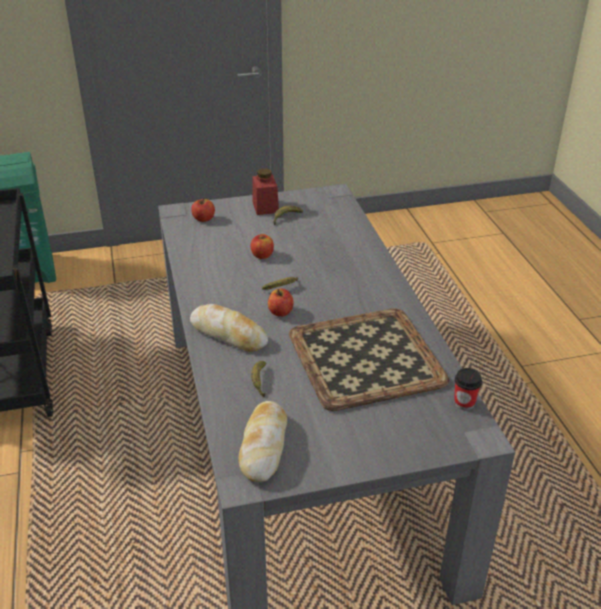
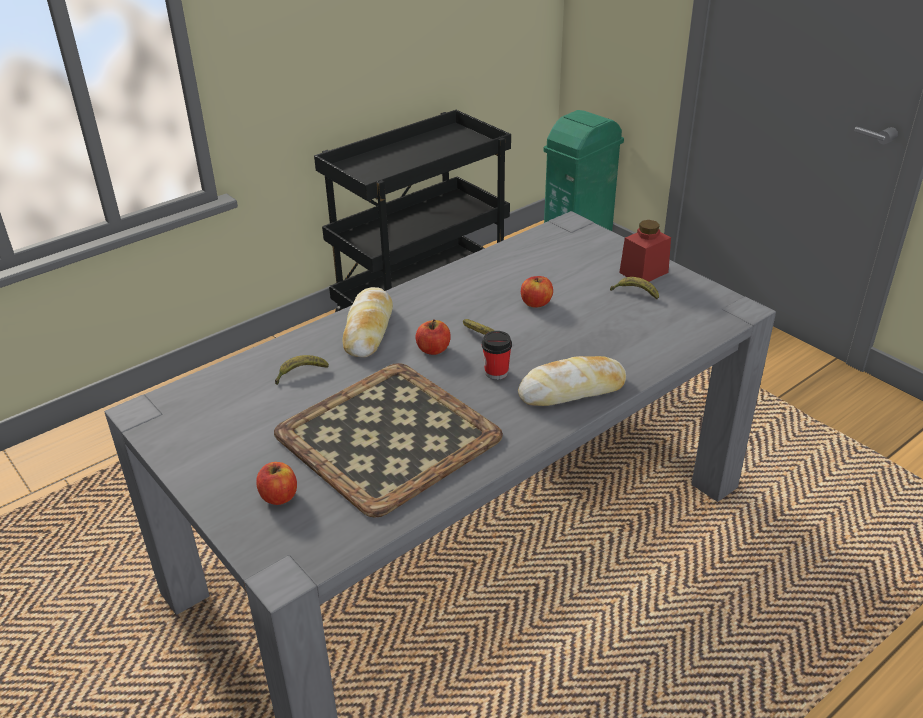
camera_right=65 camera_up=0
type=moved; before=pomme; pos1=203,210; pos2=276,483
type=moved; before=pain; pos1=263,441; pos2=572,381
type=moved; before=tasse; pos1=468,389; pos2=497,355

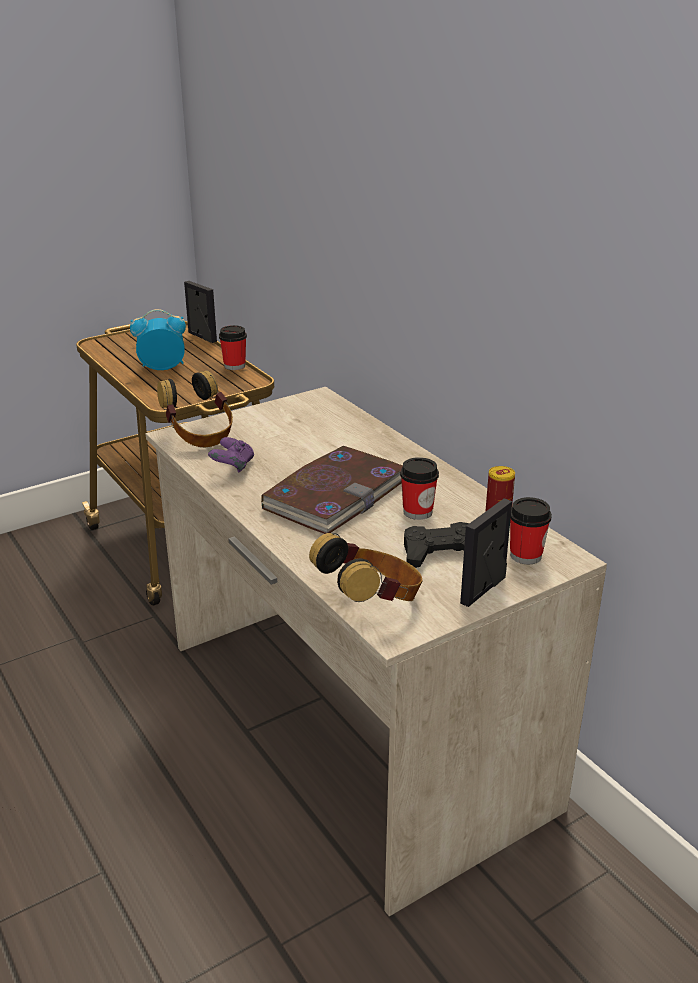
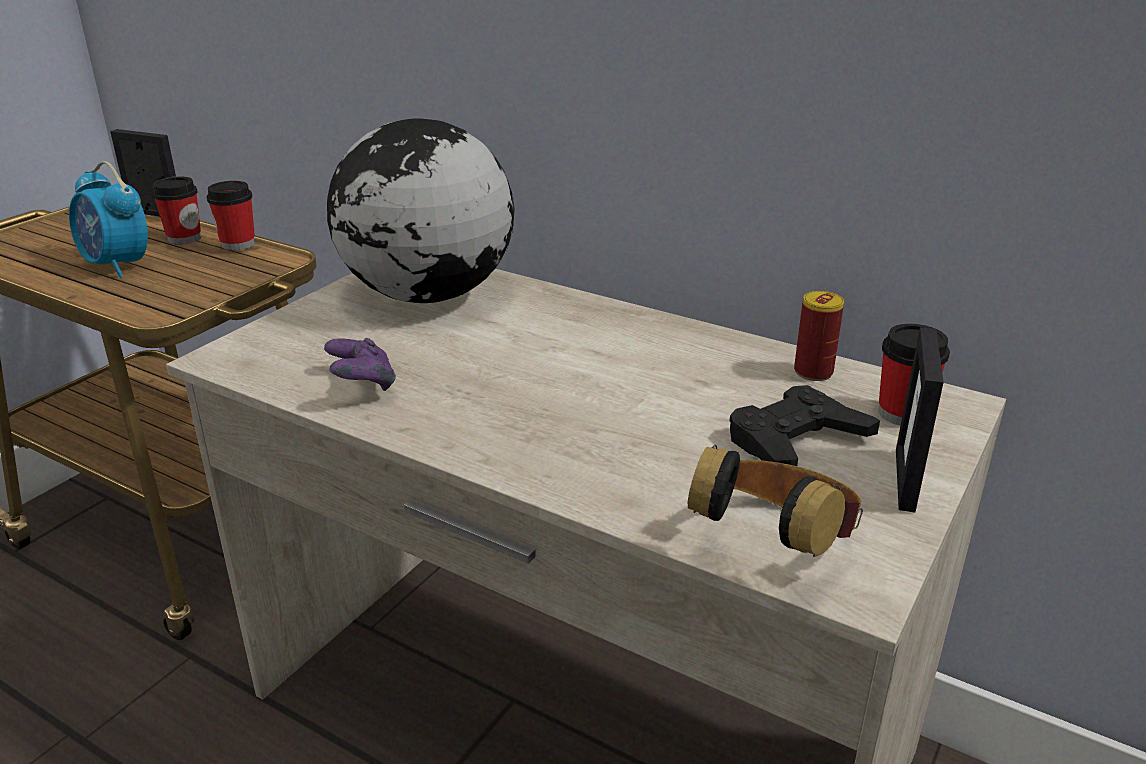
camera_right=-25 camera_up=0
type=removed; before=casque audio; pos1=195,408
type=removed; before=livre; pos1=332,490
type=added; after=globe; pos2=421,210
type=moved; before=tasse; pos1=419,488; pos2=176,210
type=turned; before=réveil; pos1=158,339; pos2=108,219; turn=-105

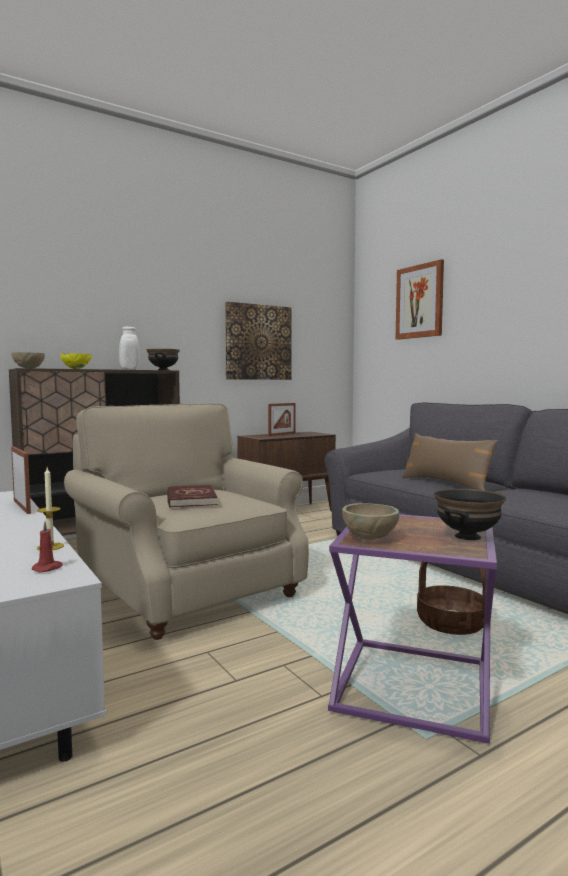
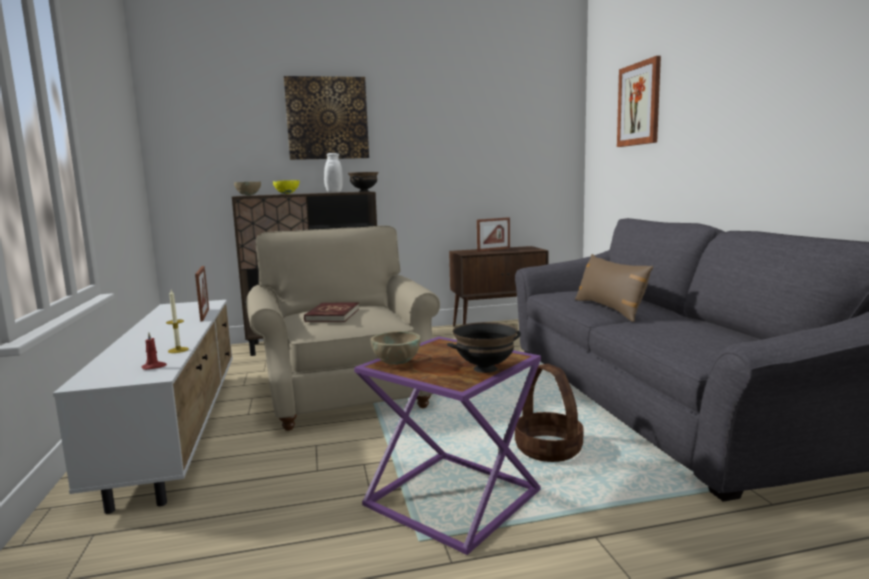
camera_right=20 camera_up=5
type=moved; before=tableau; pos1=258,341; pos2=326,118

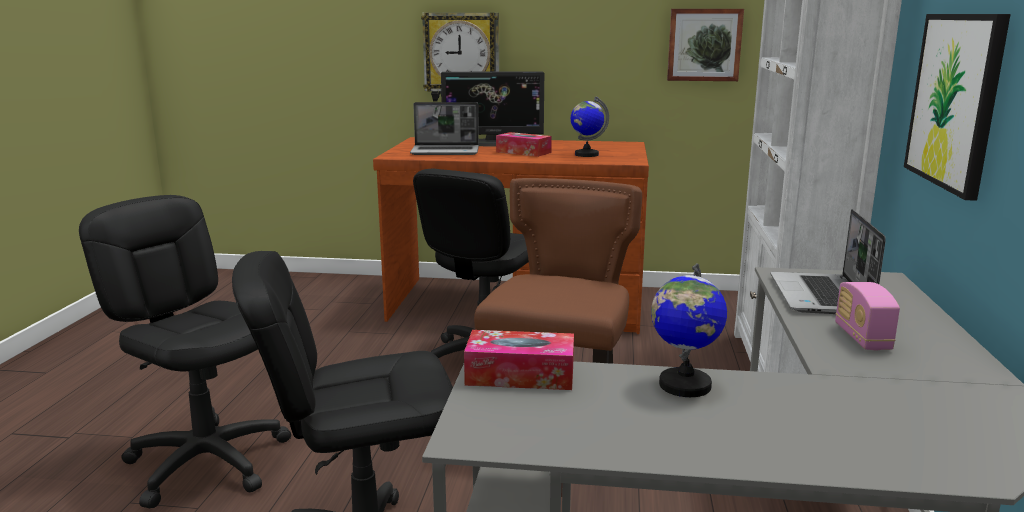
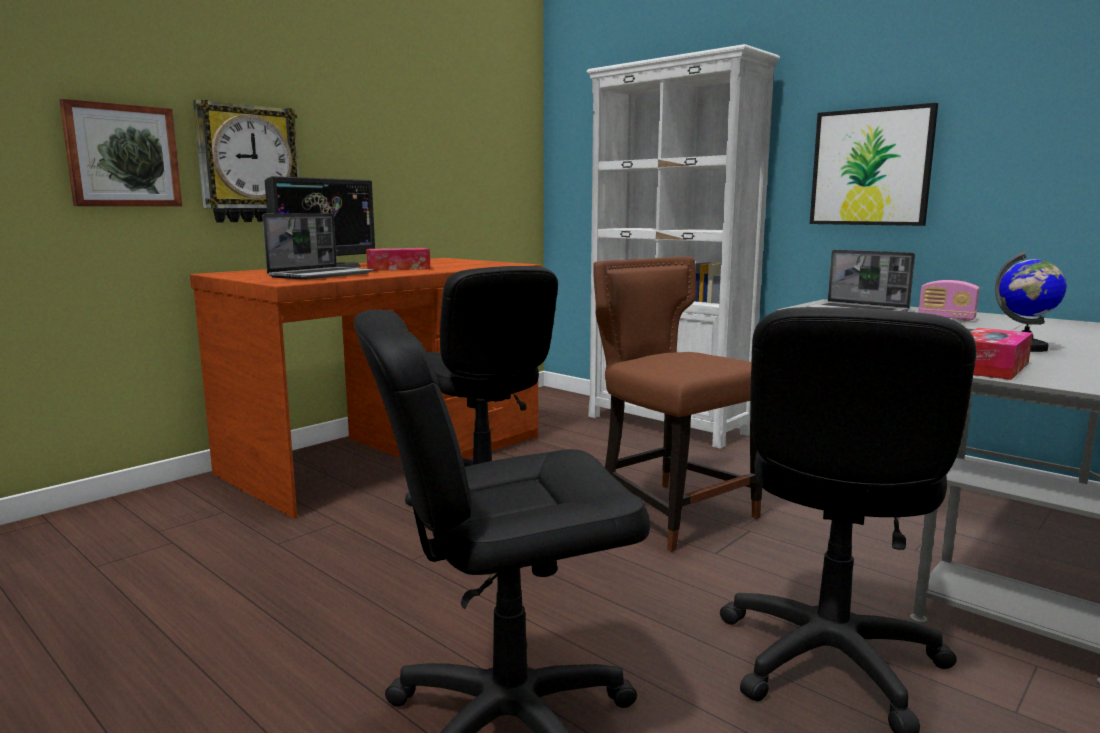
camera_right=-55 camera_up=-5
type=removed; before=globe; pos1=590,127
type=moved; before=tableau; pos1=705,45; pos2=121,152

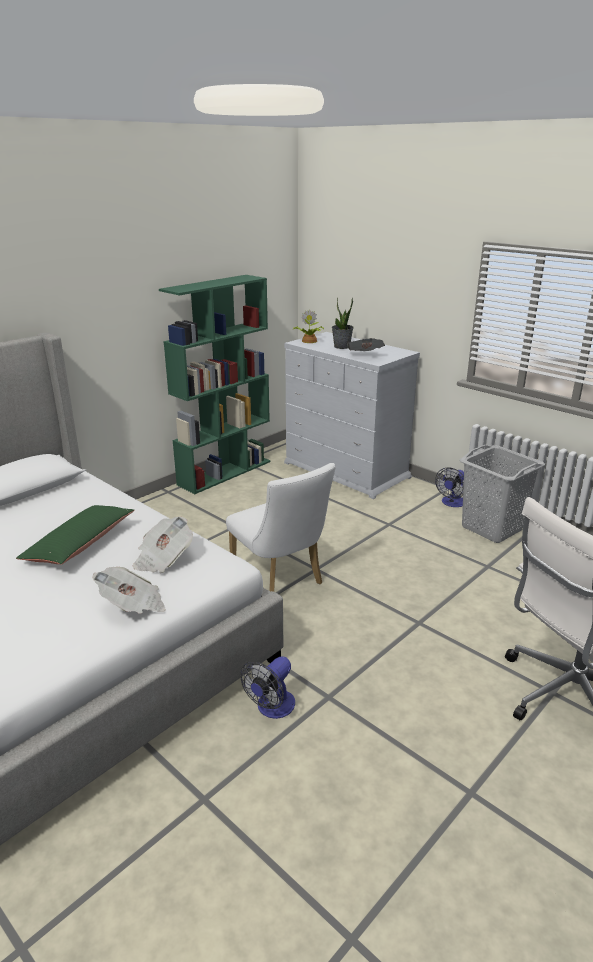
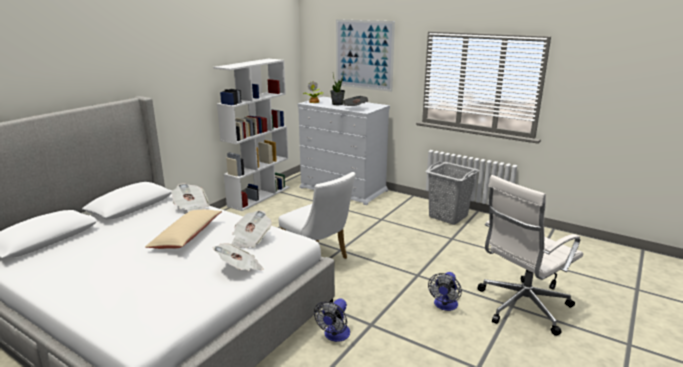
camera_right=-10 camera_up=-5
type=added; after=journal; pos2=190,197
type=added; after=tableau; pos2=365,55
type=moved; before=ventilateur; pos1=449,487; pos2=445,291
type=recoloured; before=coussin (vert); after=coussin (beige); pos1=75,534; pos2=183,229
type=recoloured; before=bibliothèque (vert); after=bibliothèque (blanc); pos1=214,384; pos2=251,135

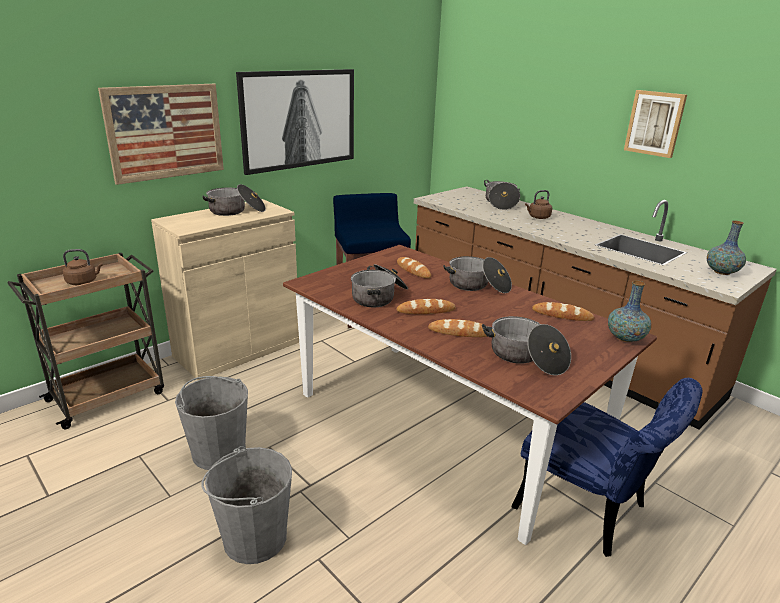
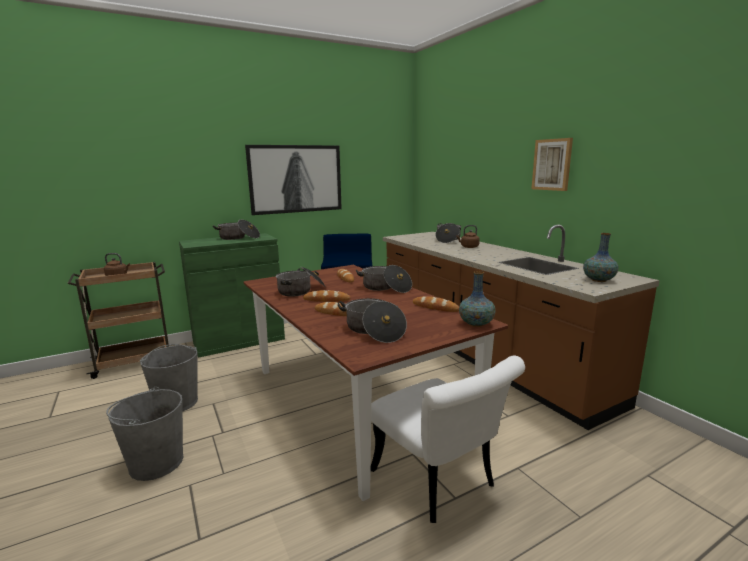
camera_right=15 camera_up=-10
type=removed; before=tableau; pos1=161,134
type=recoloured; before=meuble de rangement (beige); after=meuble de rangement (vert); pos1=225,289; pos2=232,295
type=recoloured; before=chaise (bleu); after=chaise (blanc); pos1=607,467; pos2=448,439

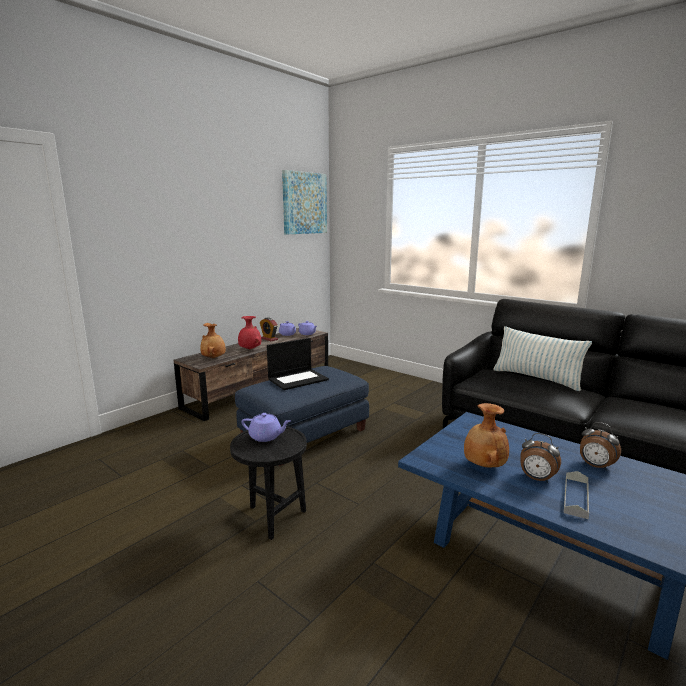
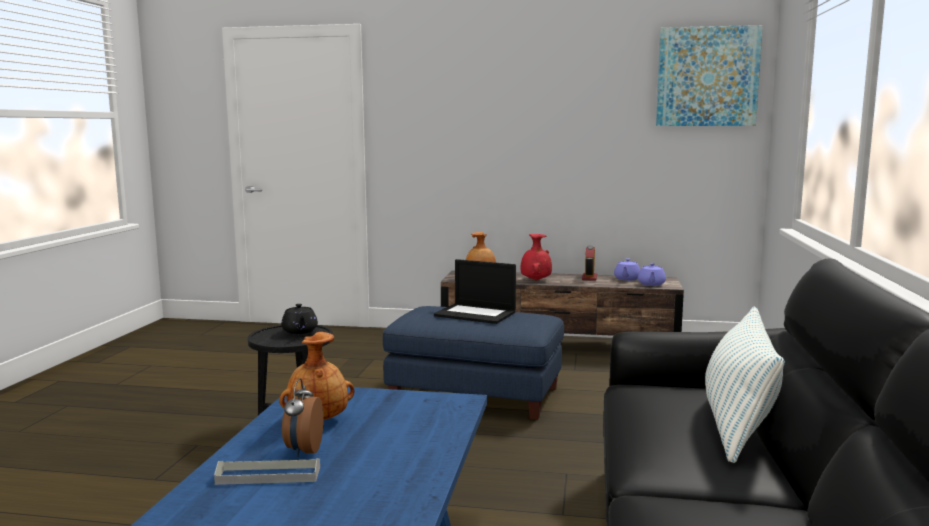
camera_right=60 camera_up=-5
type=removed; before=réveil; pos1=600,446
type=recoloured; before=théière (violet); after=théière (noir); pos1=266,427; pos2=299,319

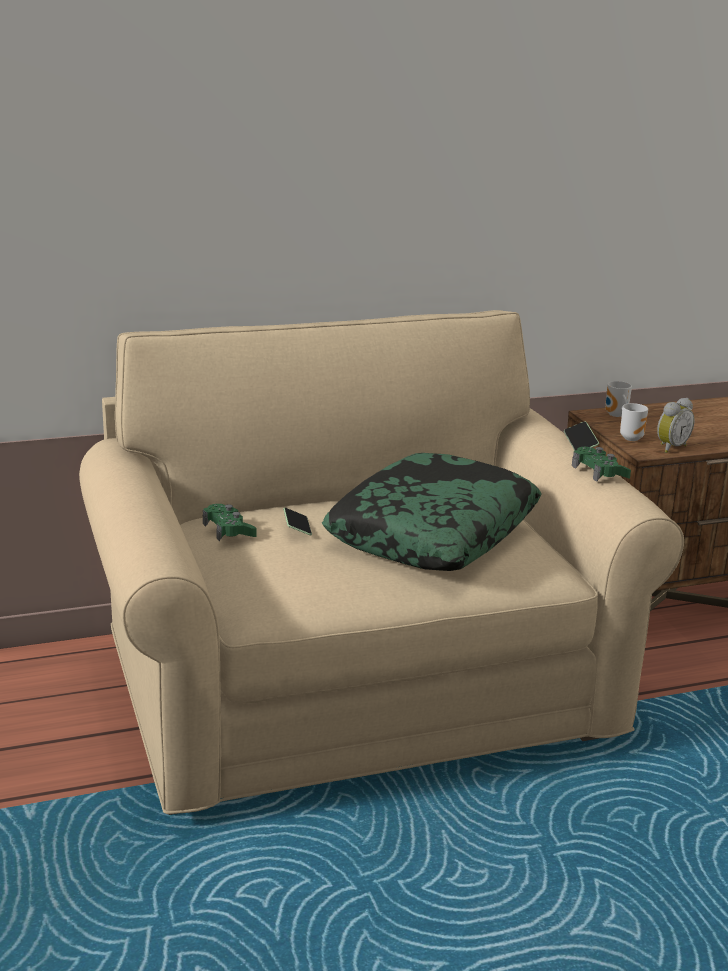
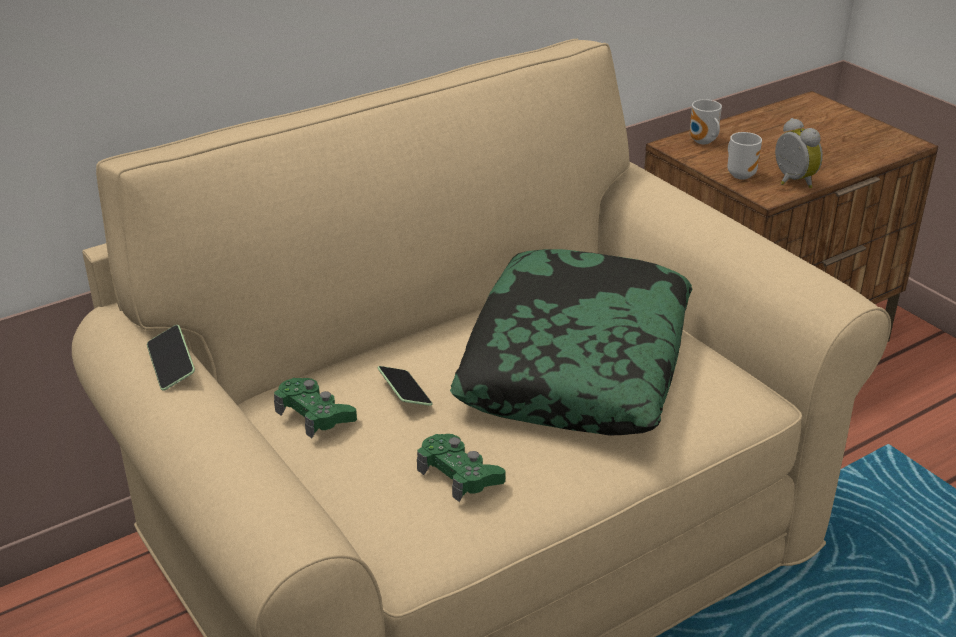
camera_right=-15 camera_up=10
type=moved; before=téléphone; pos1=581,436; pos2=171,358
type=moved; before=manette (vert); pos1=601,464; pos2=461,468
type=turned; before=réveil; pos1=676,425; pos2=799,153; turn=-60

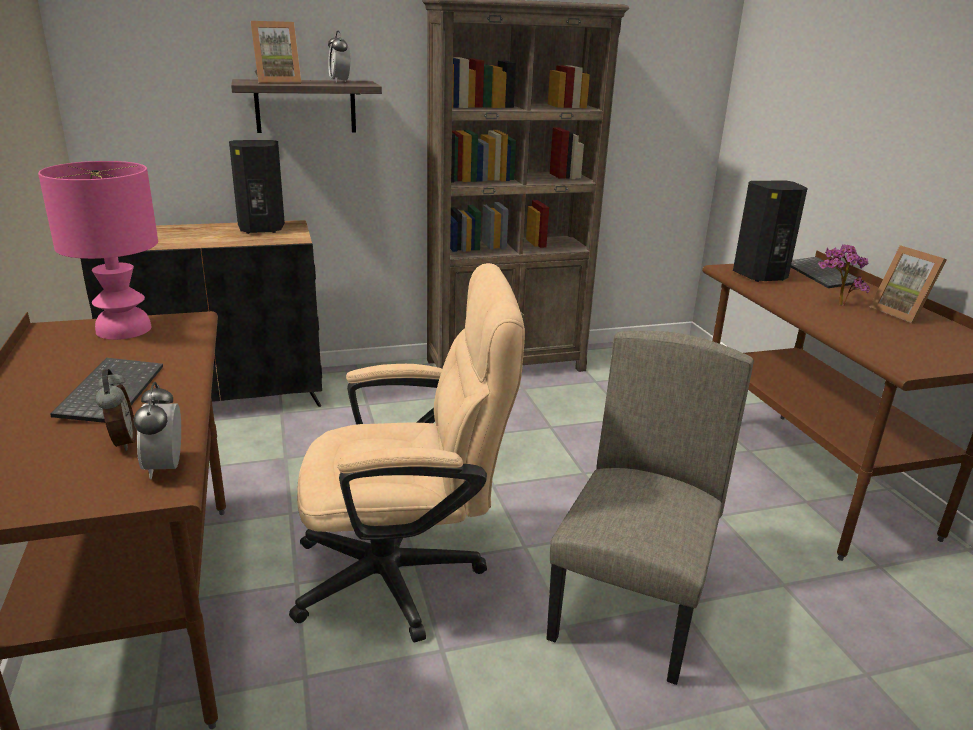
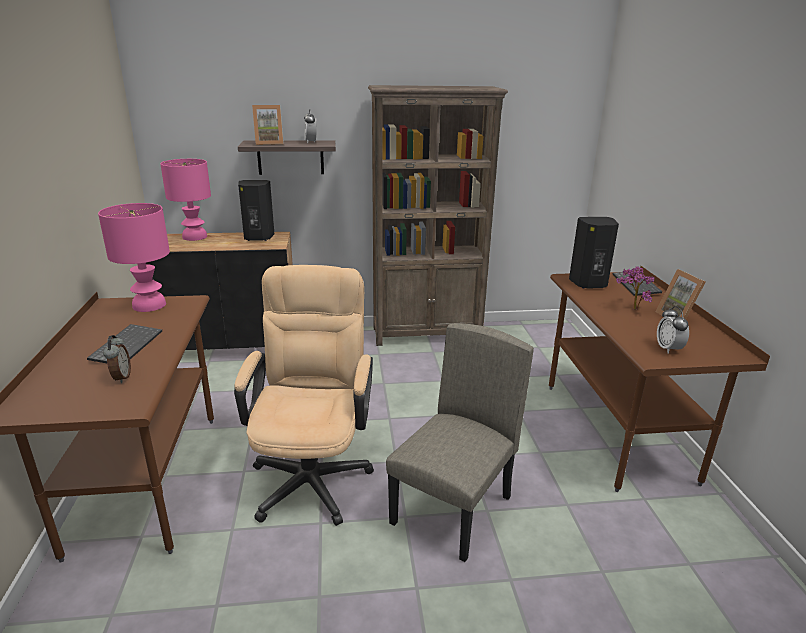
camera_right=10 camera_up=0
type=added; after=lampe de table (rose); pos2=185,200
type=moved; before=réveil; pos1=157,430; pos2=673,330
type=turned; before=chaise de bureau (beige); pos1=407,453; pos2=304,395; turn=-90

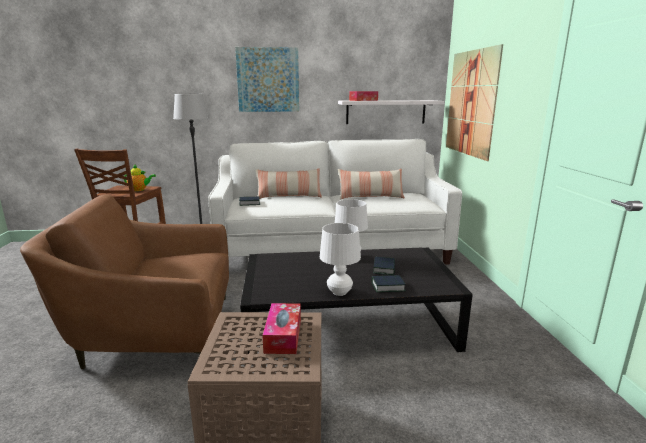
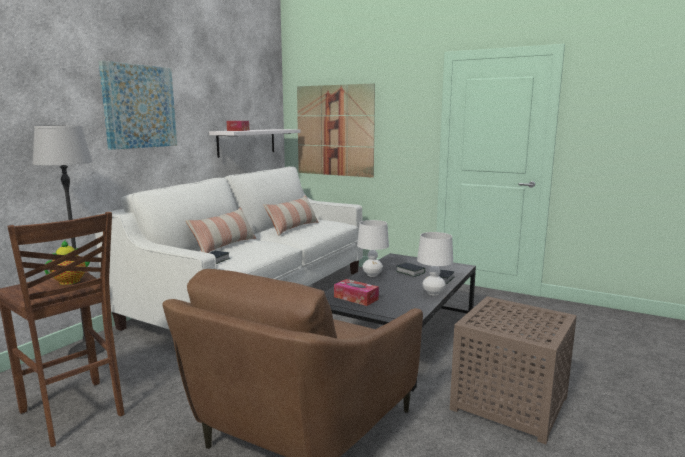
camera_right=-55 camera_up=-5
type=moved; before=boîte à mouchoirs; pos1=281,328; pos2=356,292

